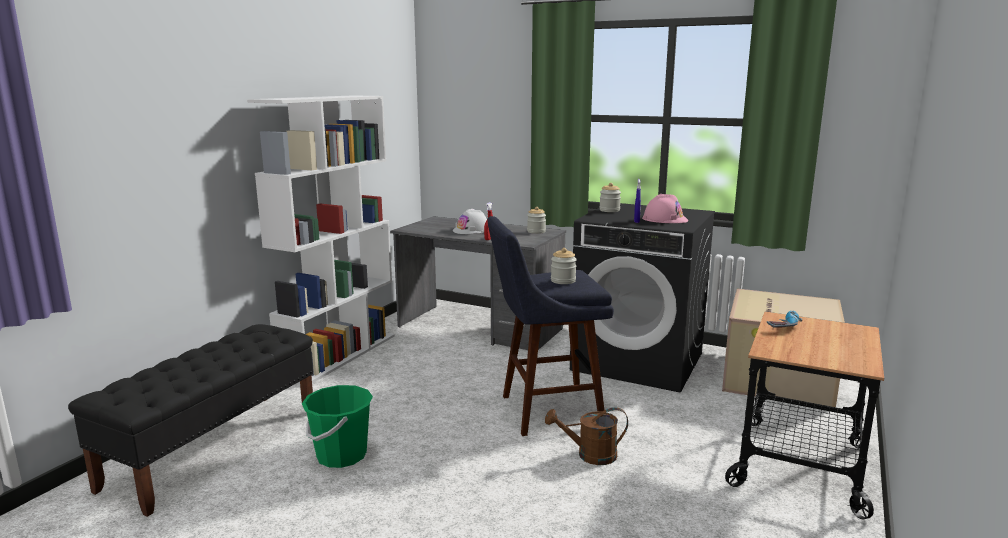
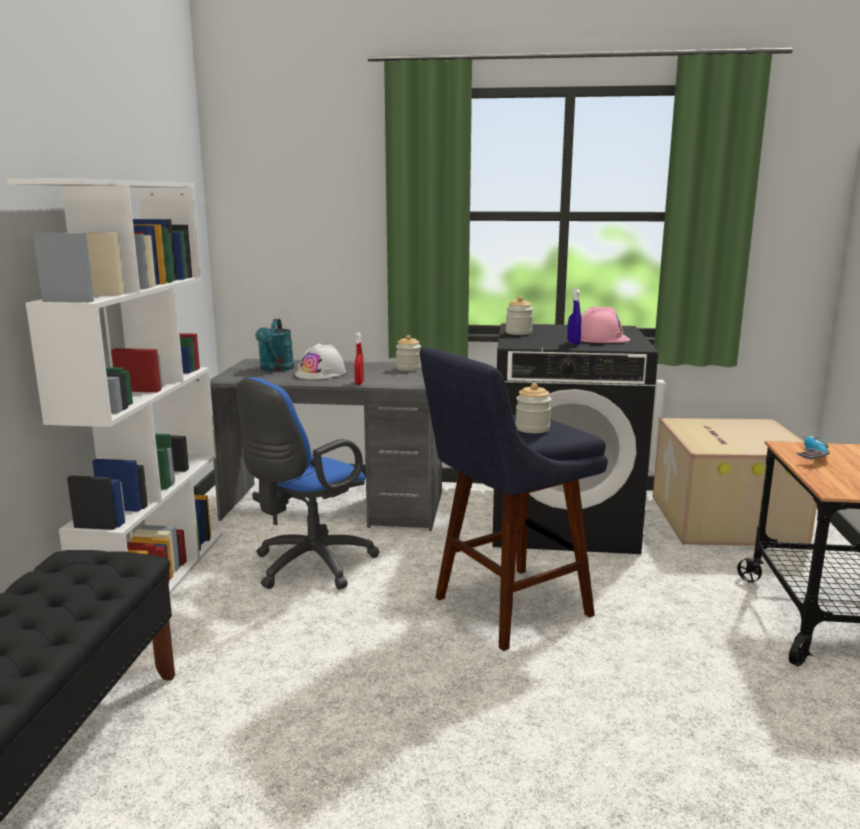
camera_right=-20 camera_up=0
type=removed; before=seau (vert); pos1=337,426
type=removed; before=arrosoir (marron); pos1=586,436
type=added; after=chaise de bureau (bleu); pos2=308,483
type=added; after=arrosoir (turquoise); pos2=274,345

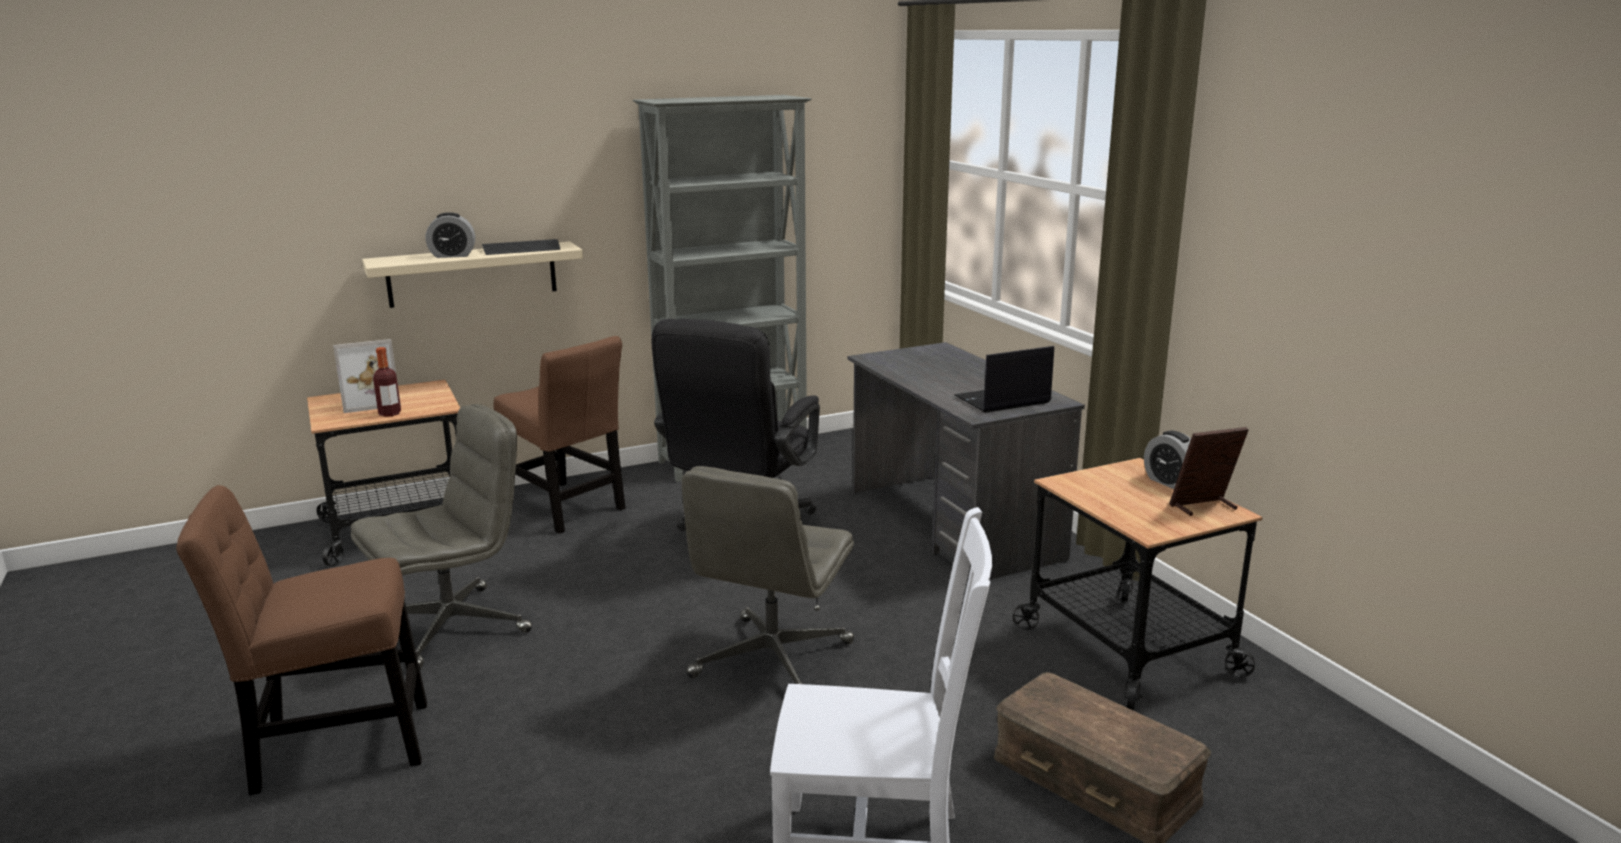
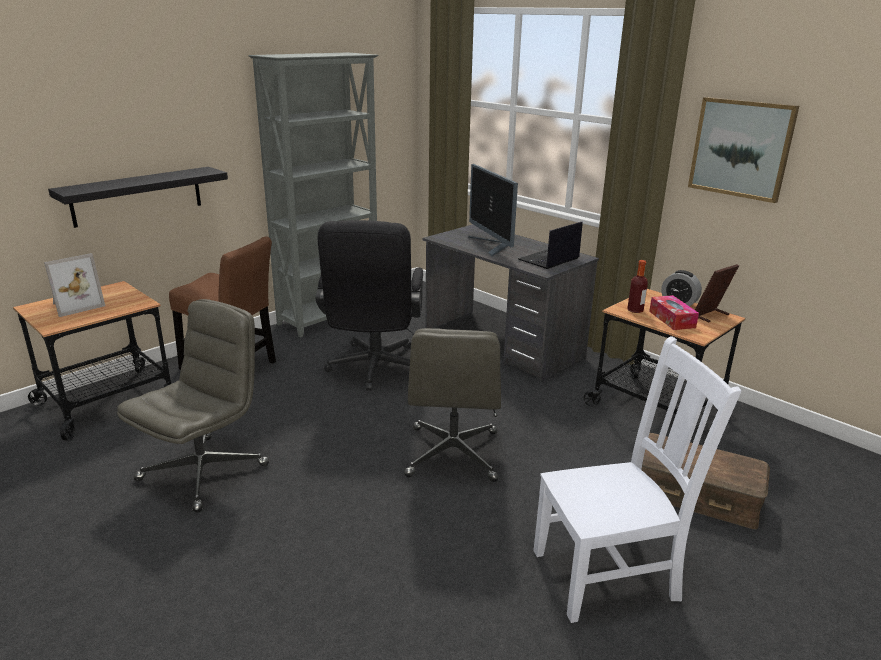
camera_right=-20 camera_up=5
type=removed; before=chaise (marron); pos1=301,640
type=removed; before=réveil; pos1=450,235
type=removed; before=clavier; pos1=521,247
type=added; after=écran d'ordinateur; pos2=493,210
type=added; after=boîte à mouchoirs; pos2=674,312
type=added; after=tableau; pos2=743,150
type=moved; before=bouteille; pos1=387,382; pos2=637,286
type=recoloured; before=étagère (beige); after=étagère (noir); pos1=472,275; pos2=138,197

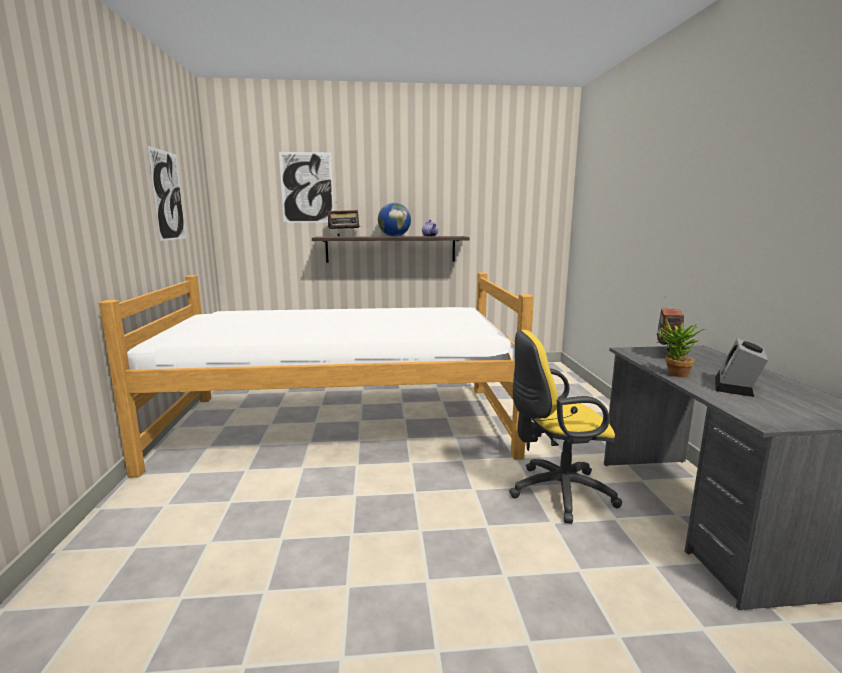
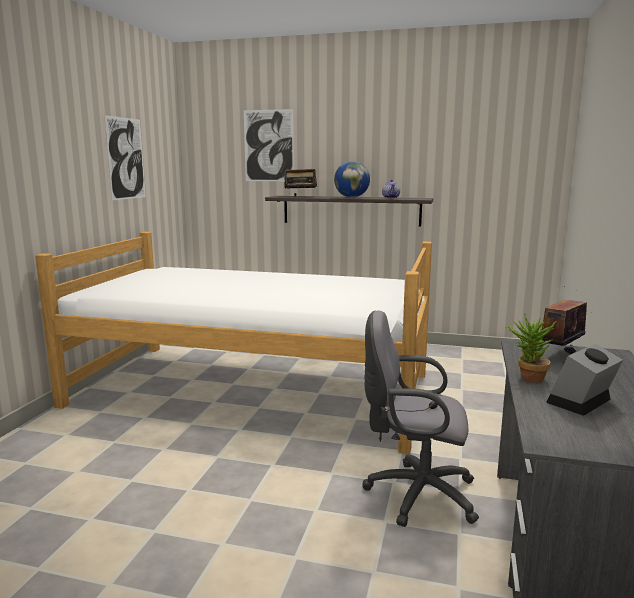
camera_right=20 camera_up=0
type=recoloured; before=chaise de bureau (jaune); after=chaise de bureau (gris); pos1=565,427; pos2=420,418

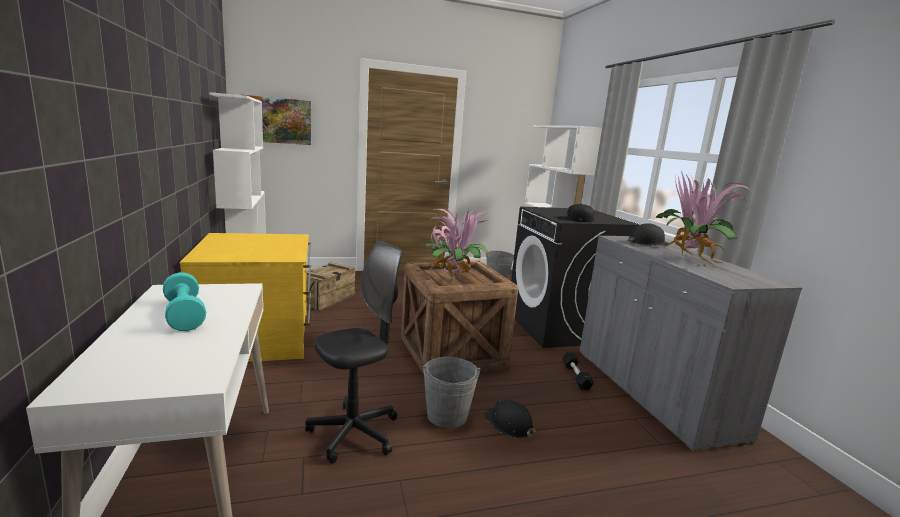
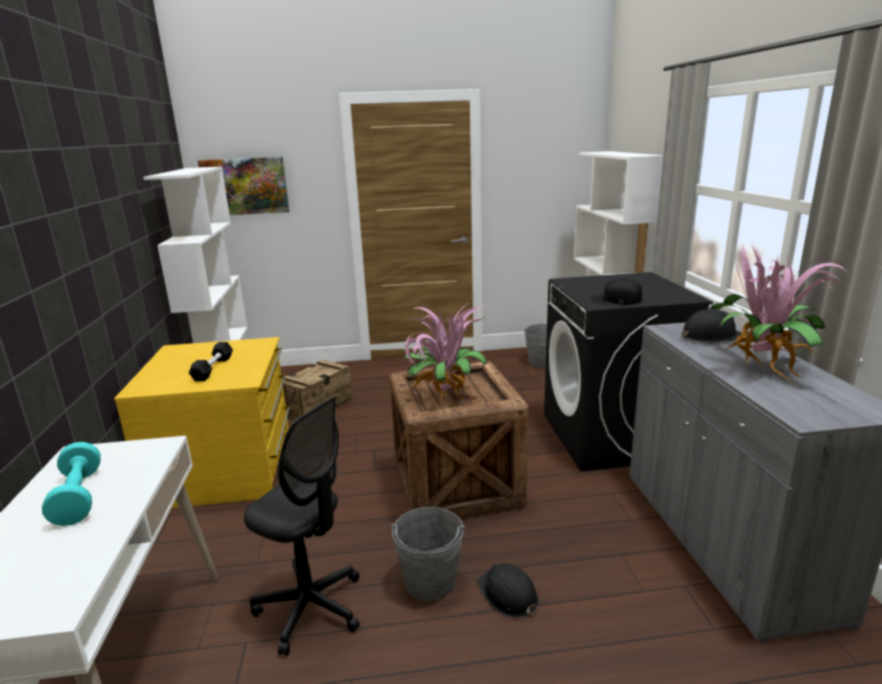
camera_right=10 camera_up=5
type=moved; before=haltère (noir); pos1=578,371; pos2=211,361
type=turned; before=chaise de bureau (noir); pos1=353,352; pos2=302,526; turn=60

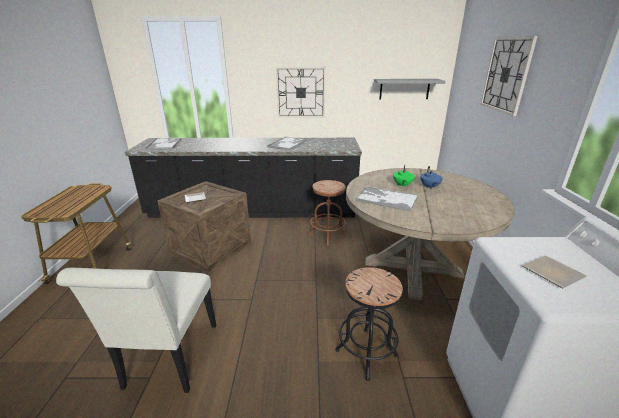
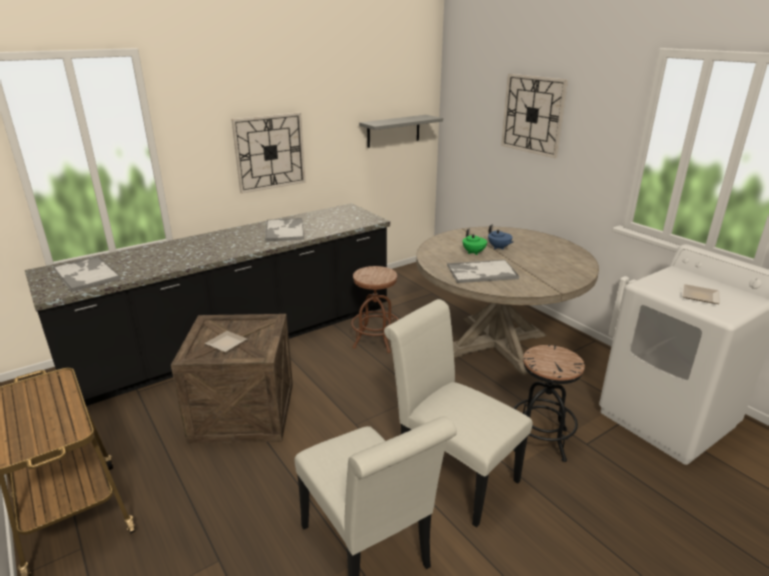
camera_right=-35 camera_up=0
type=added; after=chaise (blanc); pos2=458,413

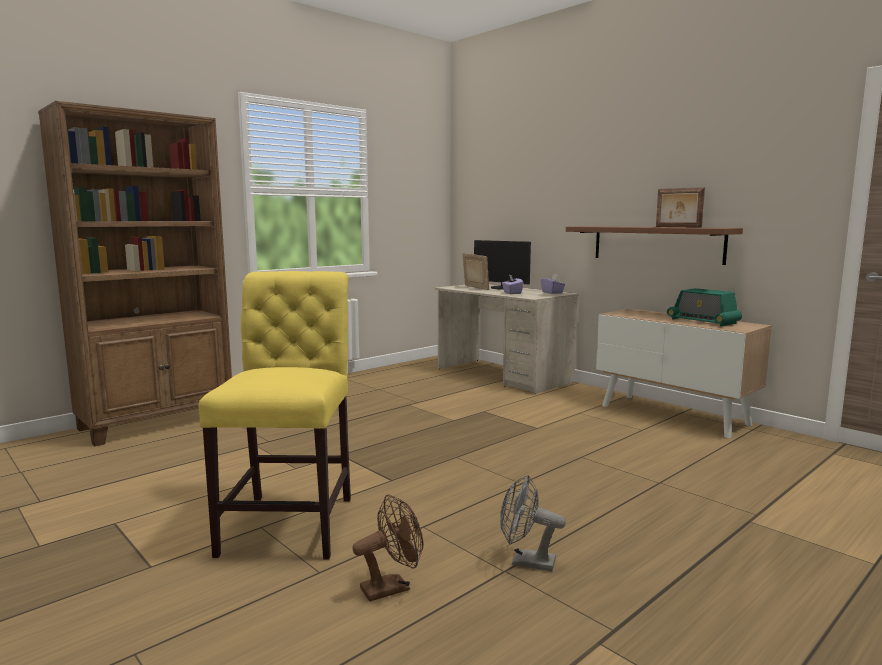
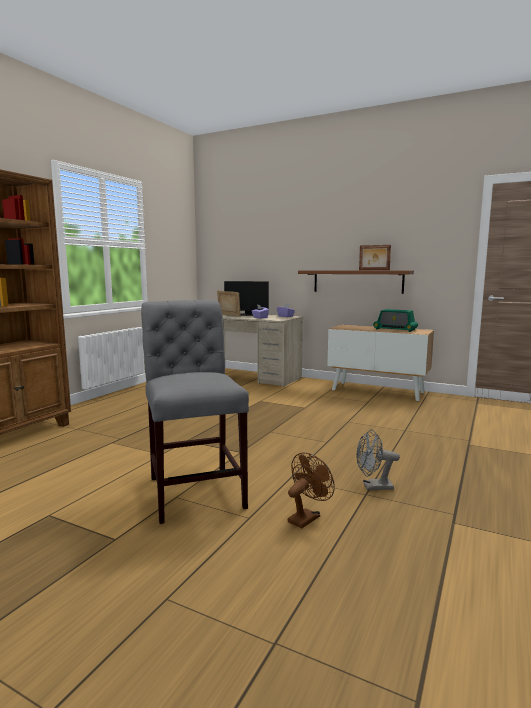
camera_right=-20 camera_up=0
type=recoloured; before=chaise (jaune); after=chaise (gris); pos1=275,415; pos2=195,412

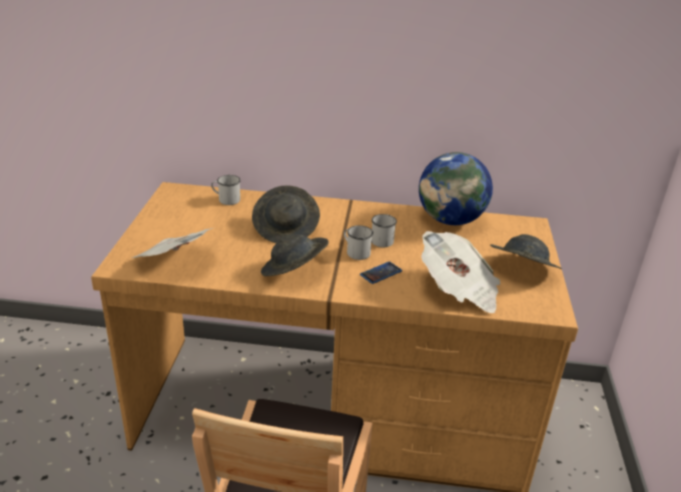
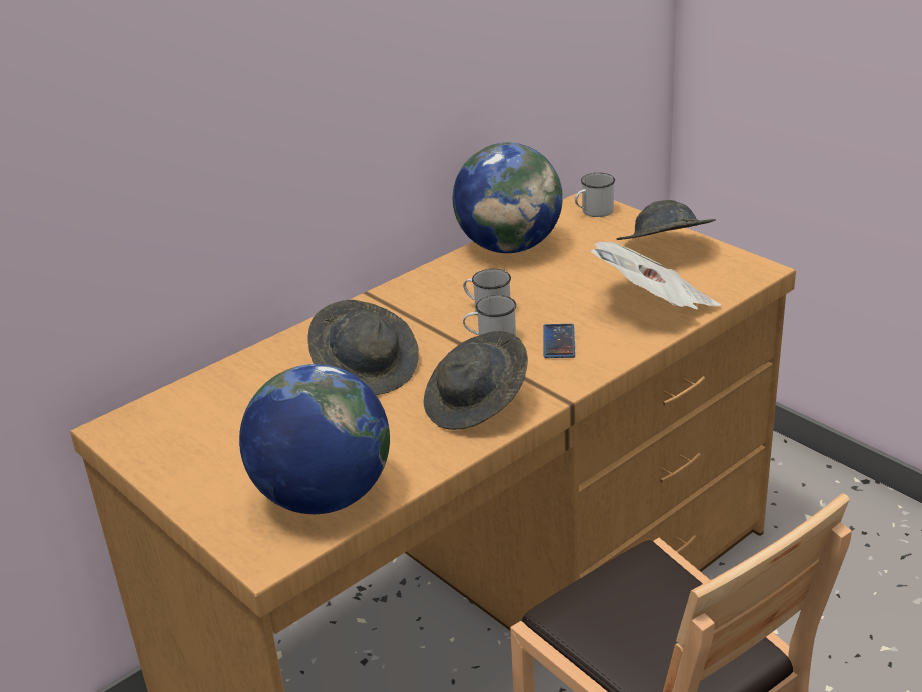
camera_right=-45 camera_up=0
type=moved; before=mug (blanc); pos1=226,190; pos2=595,195
type=replaced; before=journal; after=globe; pos1=172,243; pos2=314,439

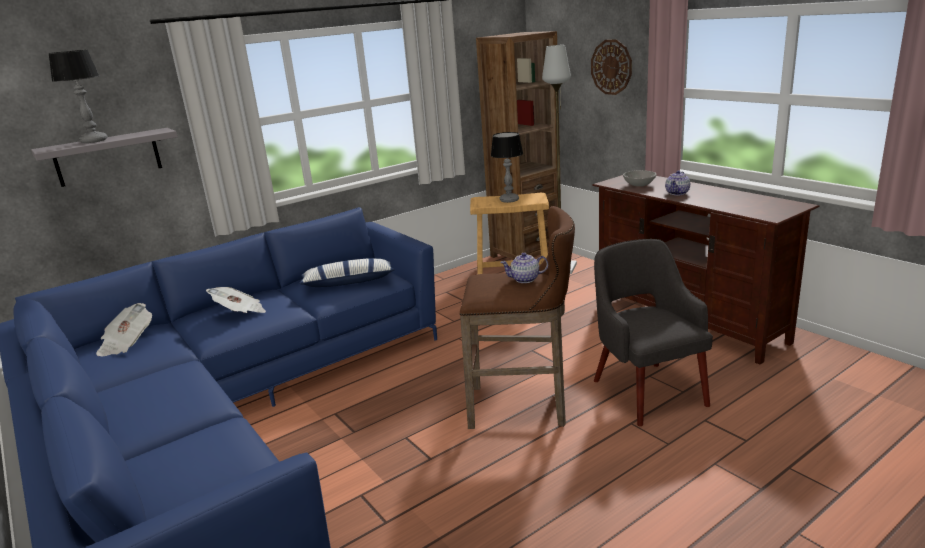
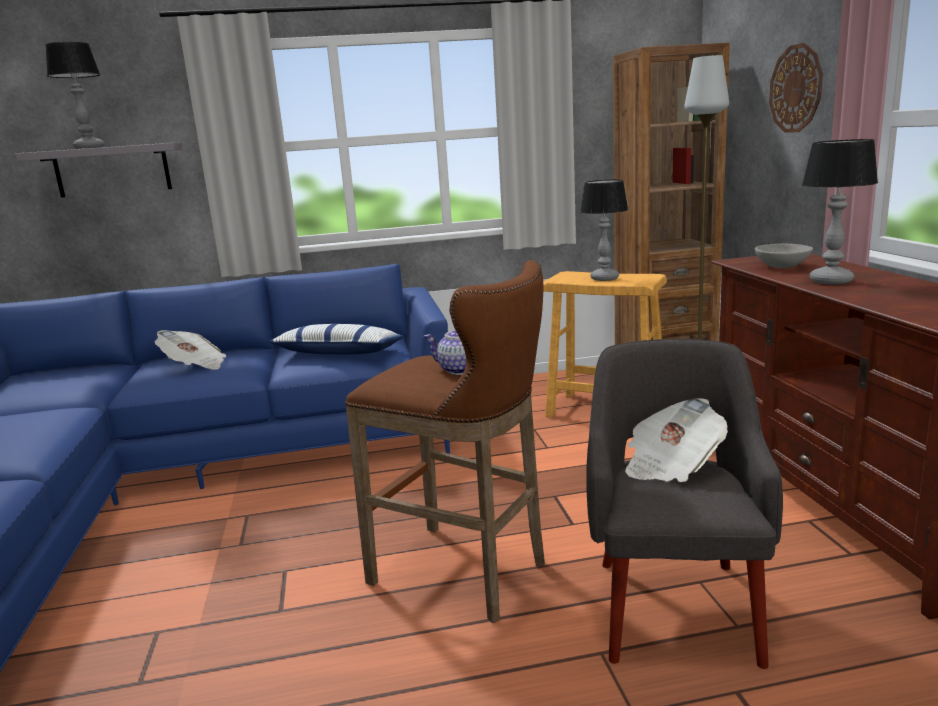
camera_right=25 camera_up=-5
type=moved; before=journal; pos1=124,329; pos2=676,440
type=replaced; before=théière; after=lampe de table; pos1=677,182; pos2=840,211

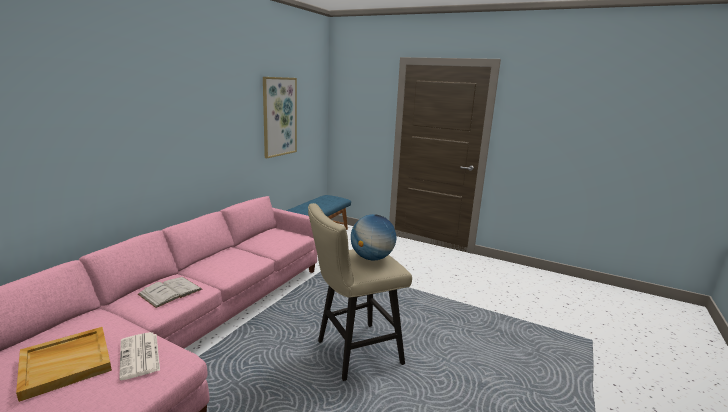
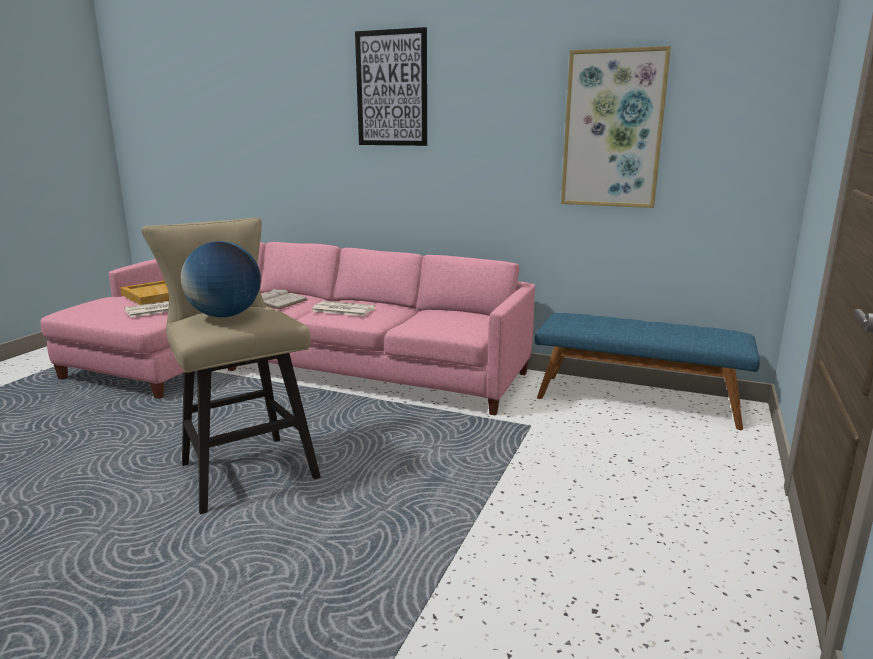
camera_right=85 camera_up=0
type=added; after=journal; pos2=343,308
type=added; after=tableau; pos2=391,86

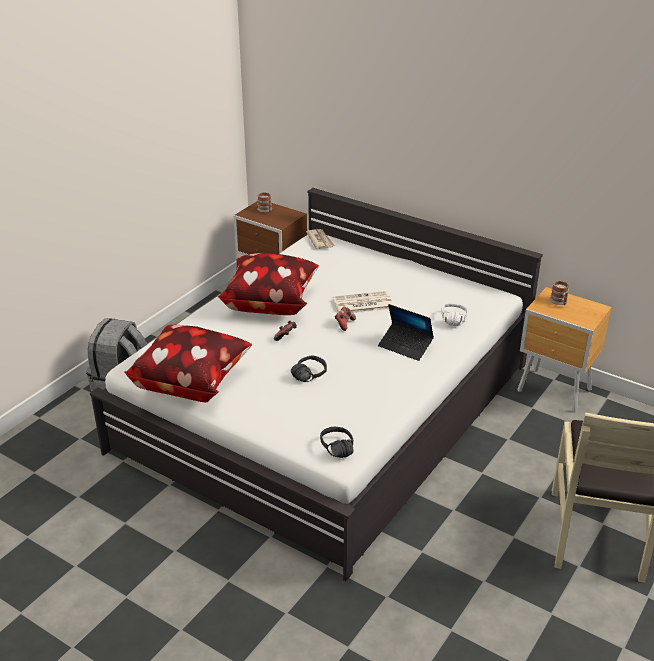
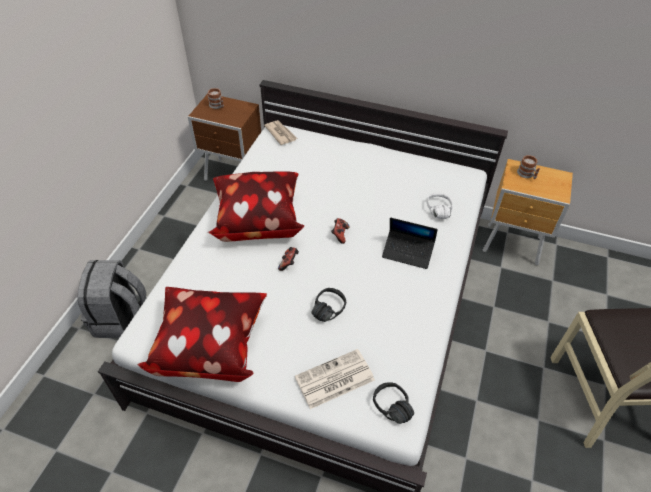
camera_right=-15 camera_up=15
type=moved; before=journal; pos1=363,302; pos2=335,379

